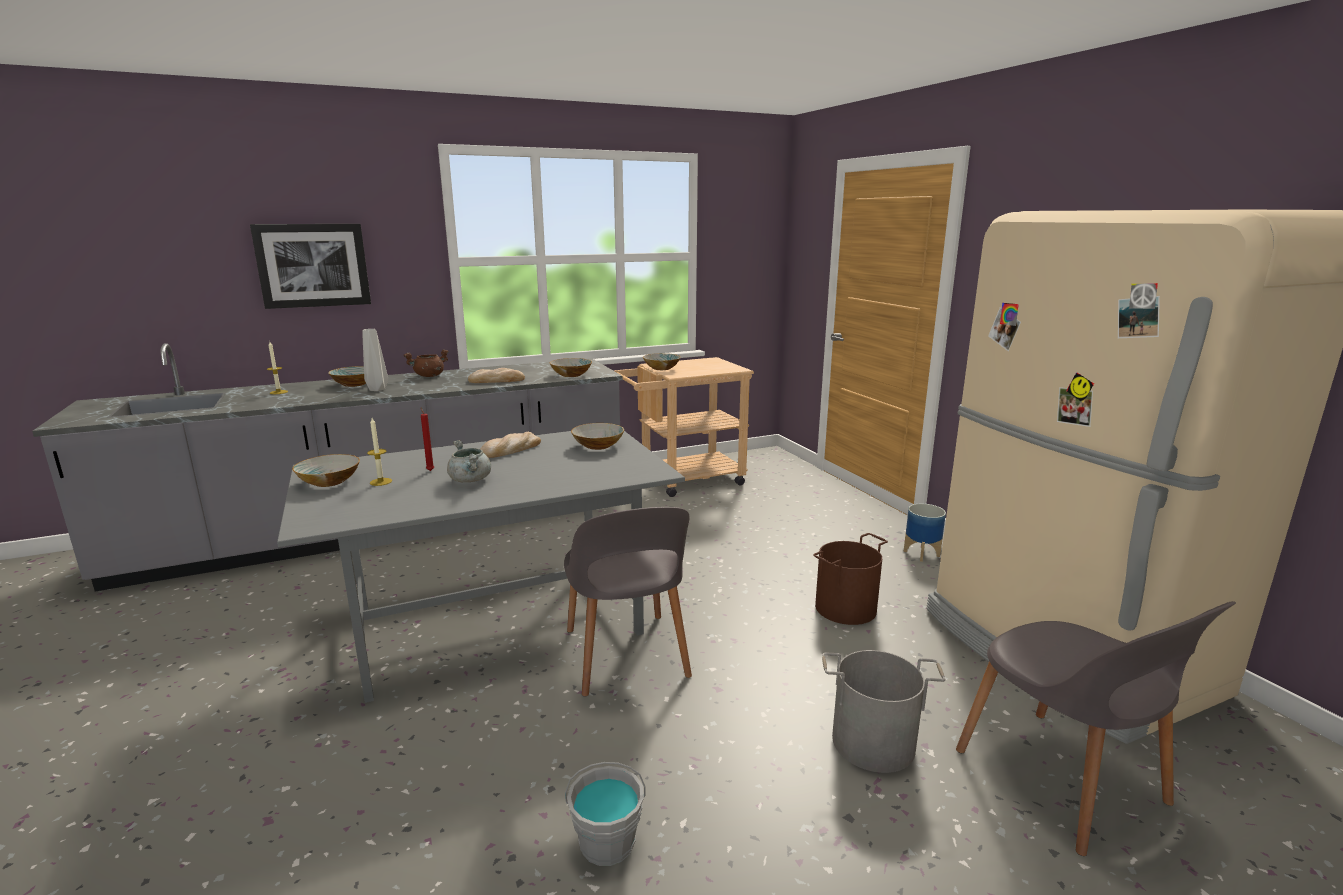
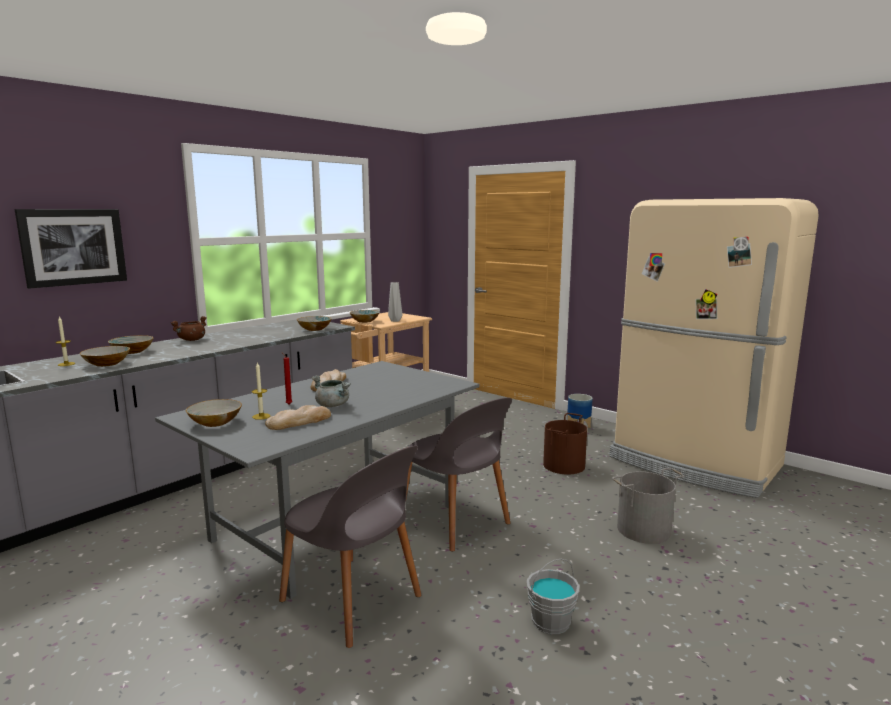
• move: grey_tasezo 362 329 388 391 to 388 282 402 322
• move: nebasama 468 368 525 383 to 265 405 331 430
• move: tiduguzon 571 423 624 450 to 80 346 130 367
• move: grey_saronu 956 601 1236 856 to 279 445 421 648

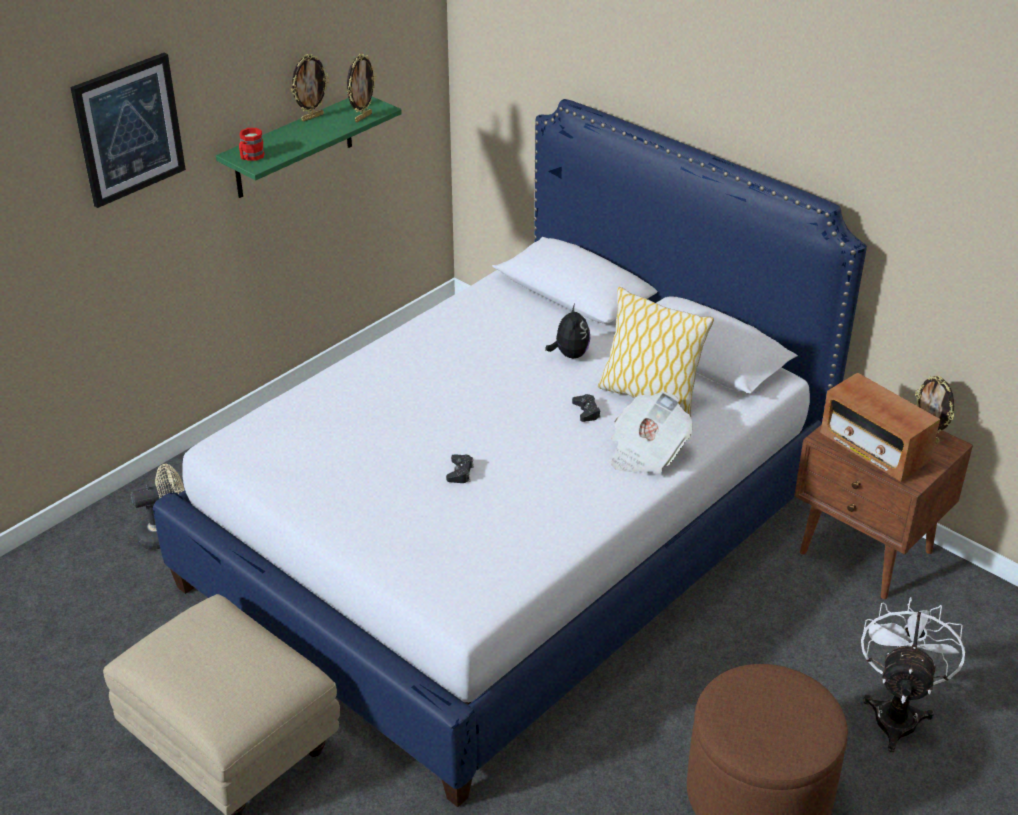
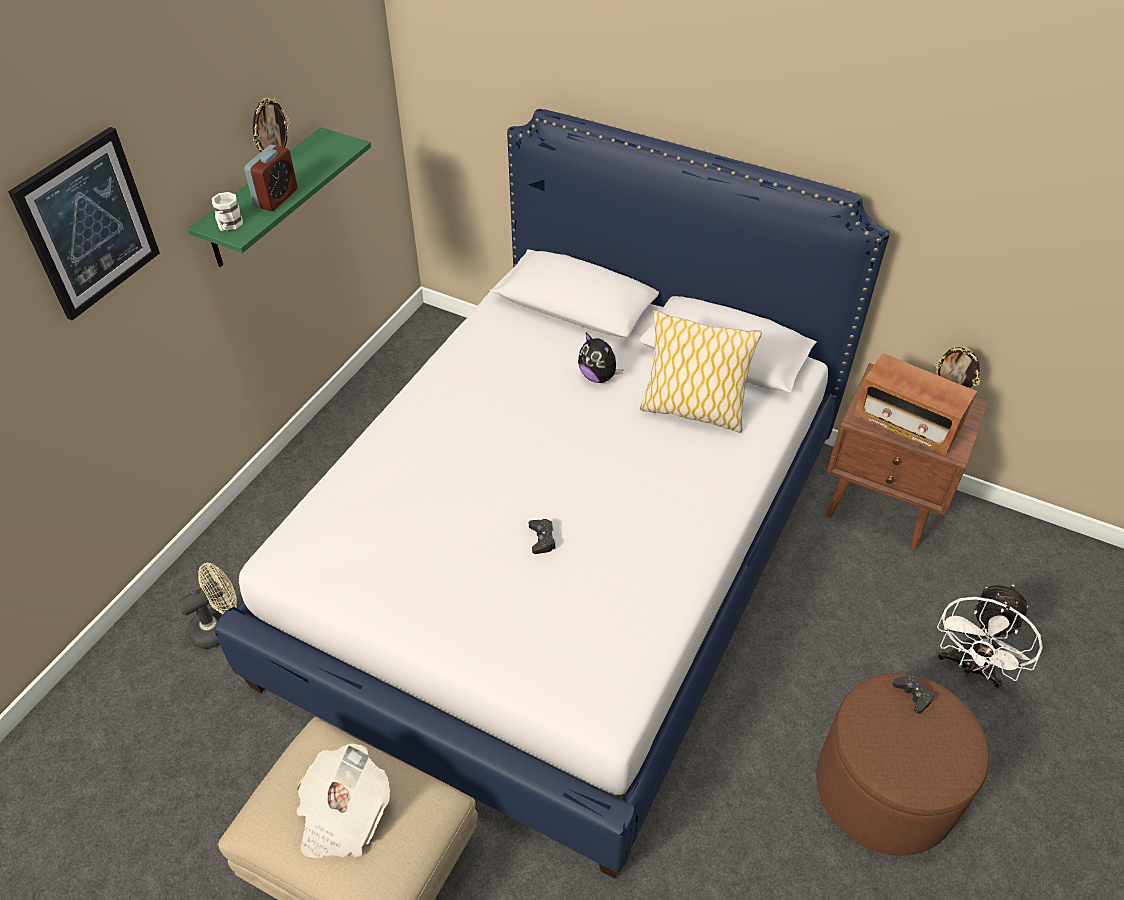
• delete: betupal 347 54 377 122
• insert: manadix 244 145 297 211
• move: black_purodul 572 394 601 422 to 892 673 934 714
• move: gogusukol 611 392 693 474 to 297 743 390 858
• recolor: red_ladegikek 239 128 265 161 to white_ladegikek 212 192 243 231
• rotate: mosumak 545 304 590 358 = 578 333 623 383 150 degrees clockwise
• rotate: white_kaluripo 861 597 965 752 = 937 584 1043 688 150 degrees counterclockwise

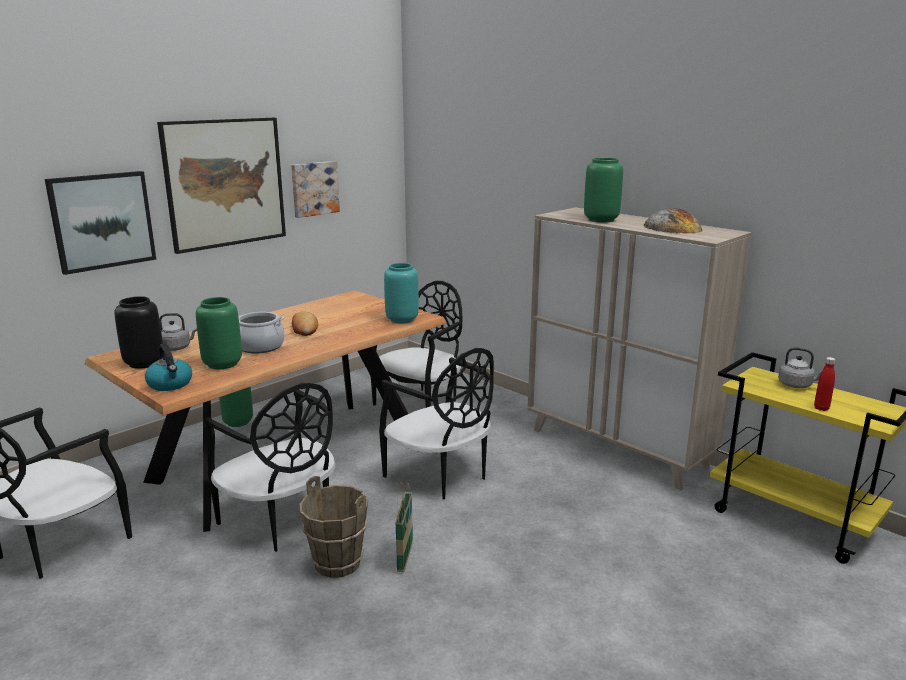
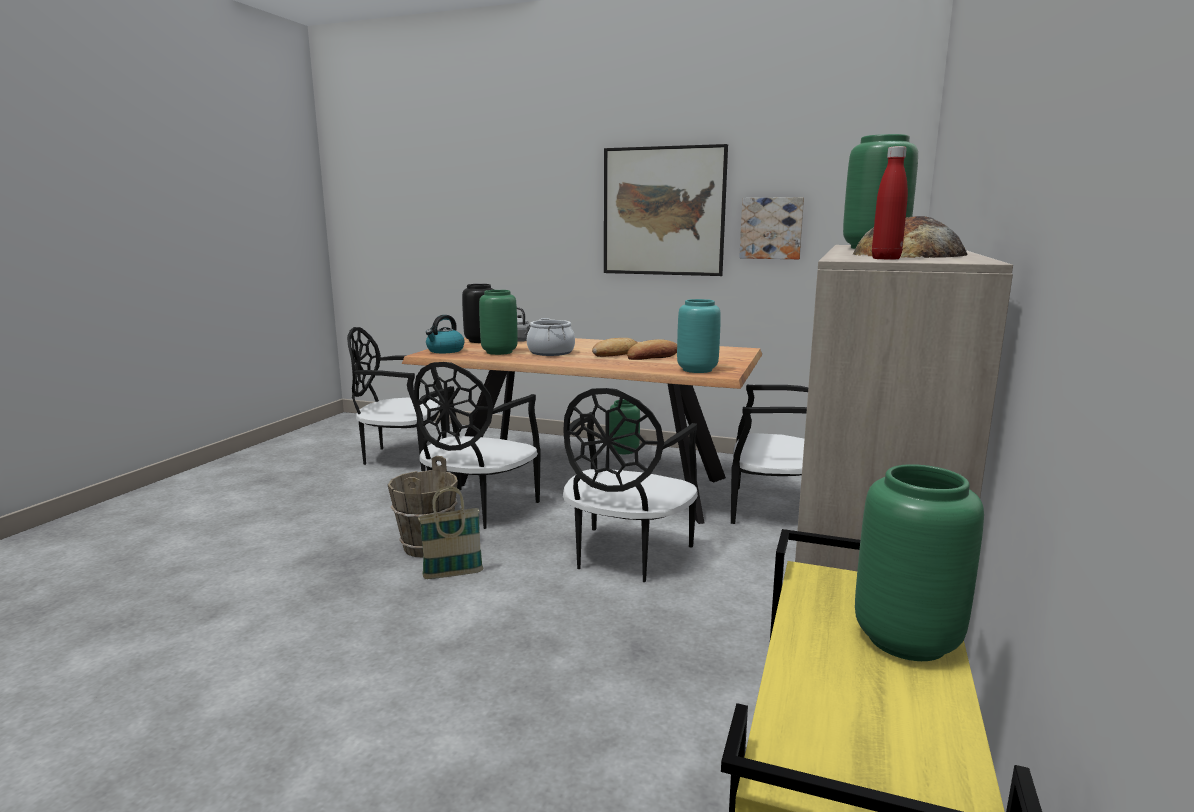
• delete: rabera 45 171 156 275
• insert: nebasama 627 339 677 360
• move: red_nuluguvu 814 357 836 411 to 872 146 908 260
• replace: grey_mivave 778 347 822 388 to green_tasezo 855 464 984 661

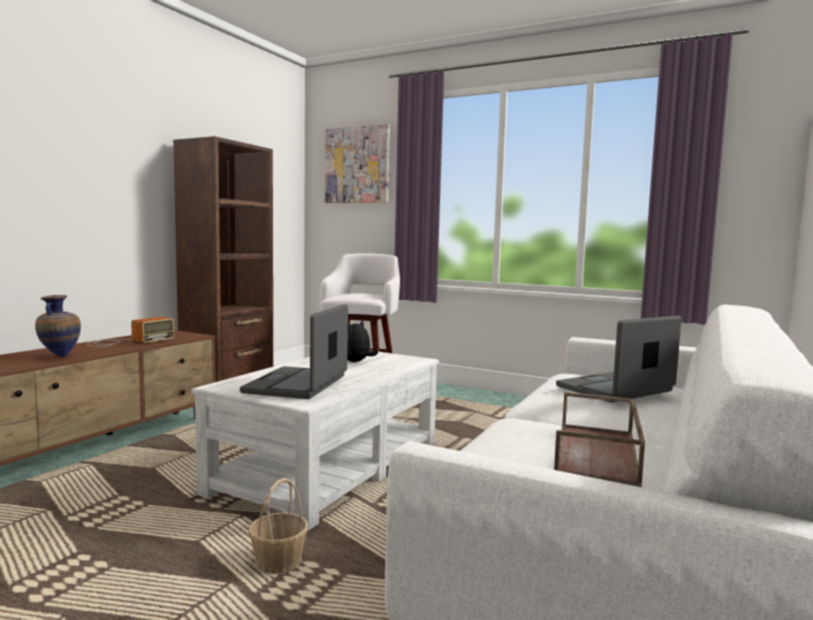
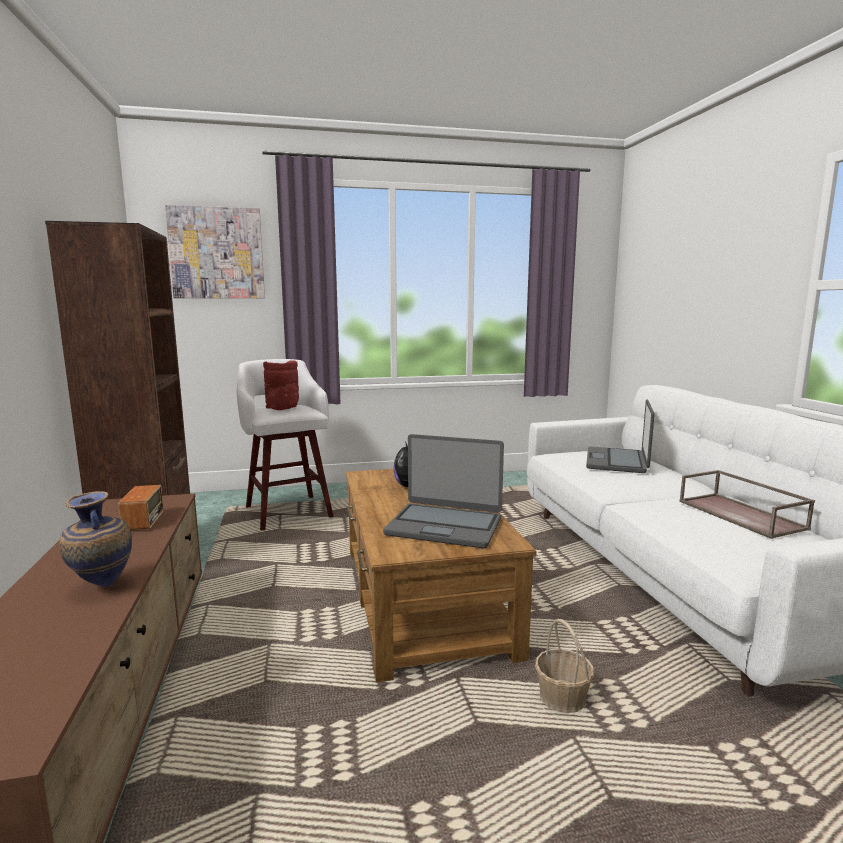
• insert: red_tasezo 263 361 299 410
• recolor: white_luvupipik 191 350 439 531 to brown_luvupipik 346 469 537 682
• rotate: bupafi 240 304 348 399 = 383 434 504 548 45 degrees counterclockwise

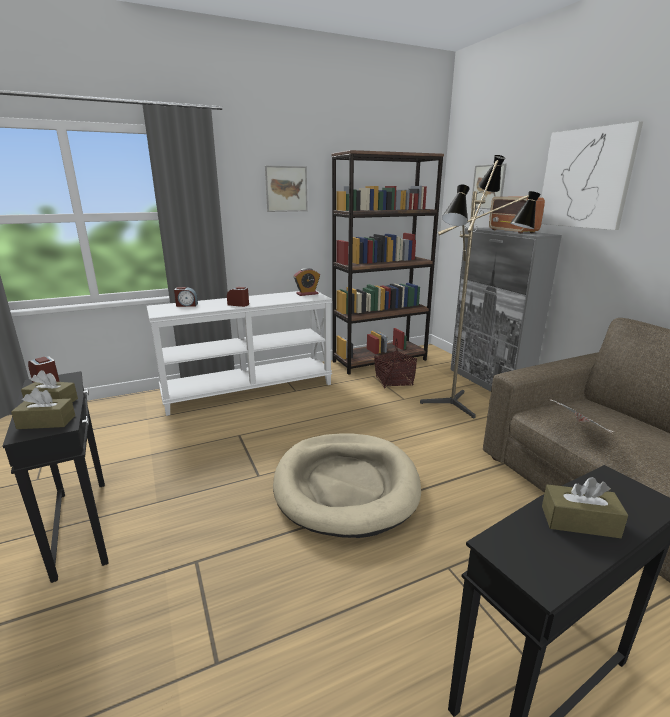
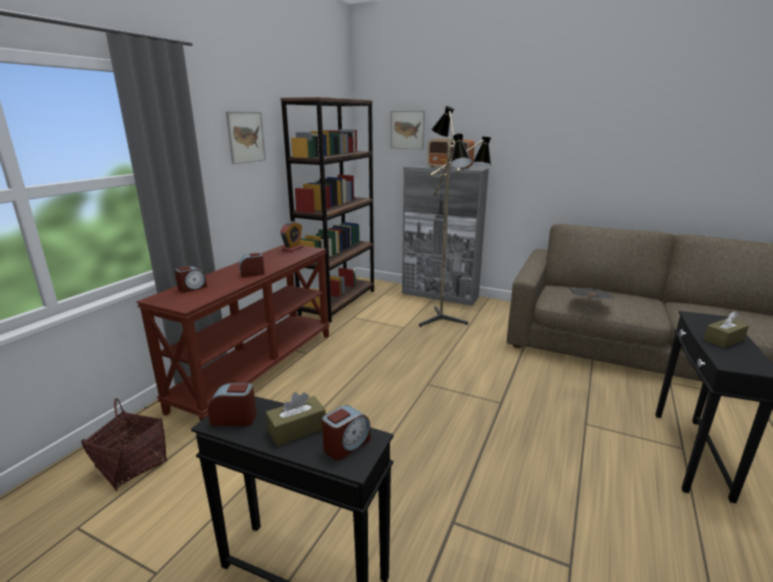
• delete: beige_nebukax 273 434 421 538
• delete: rabera 541 121 643 230
• move: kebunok 374 338 417 389 to 81 398 167 491
• replace: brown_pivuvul 11 388 75 429 to manadix 322 405 370 460
• recolor: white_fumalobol 147 290 332 416 to brown_fumalobol 136 245 330 421

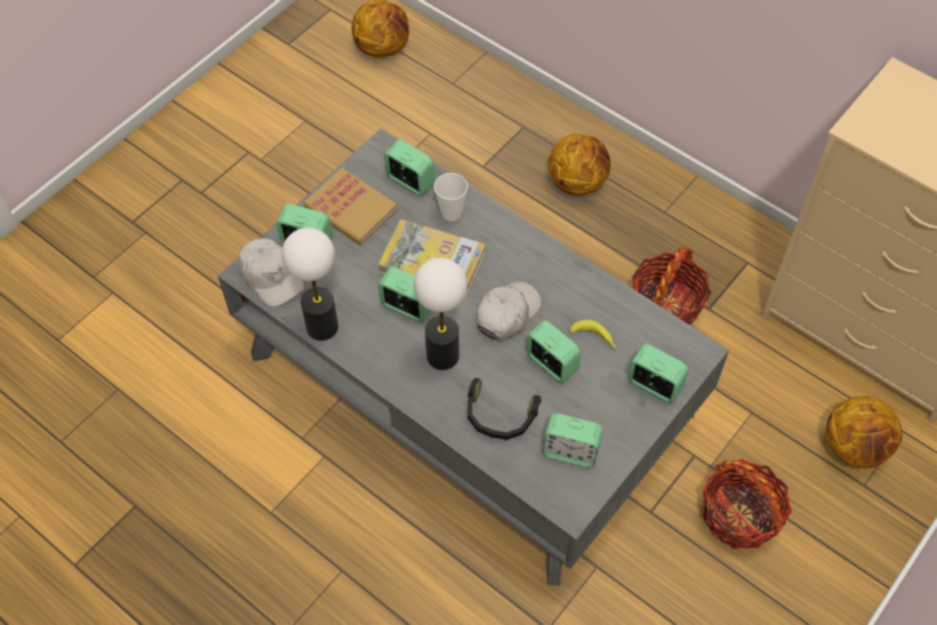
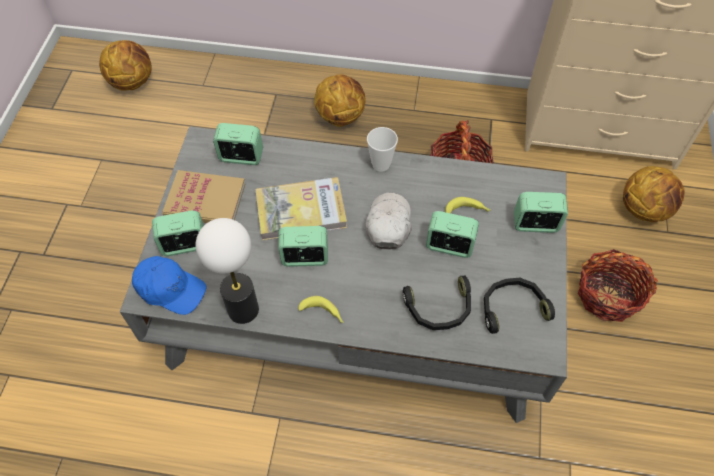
• delete: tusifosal 414 258 467 370
• insert: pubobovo 298 296 344 323
• move: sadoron 434 173 468 221 to 367 127 398 172
• replace: manadix 542 413 603 467 to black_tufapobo 484 278 555 334
• recolor: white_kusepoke 239 238 304 307 to blue_kusepoke 132 256 207 315

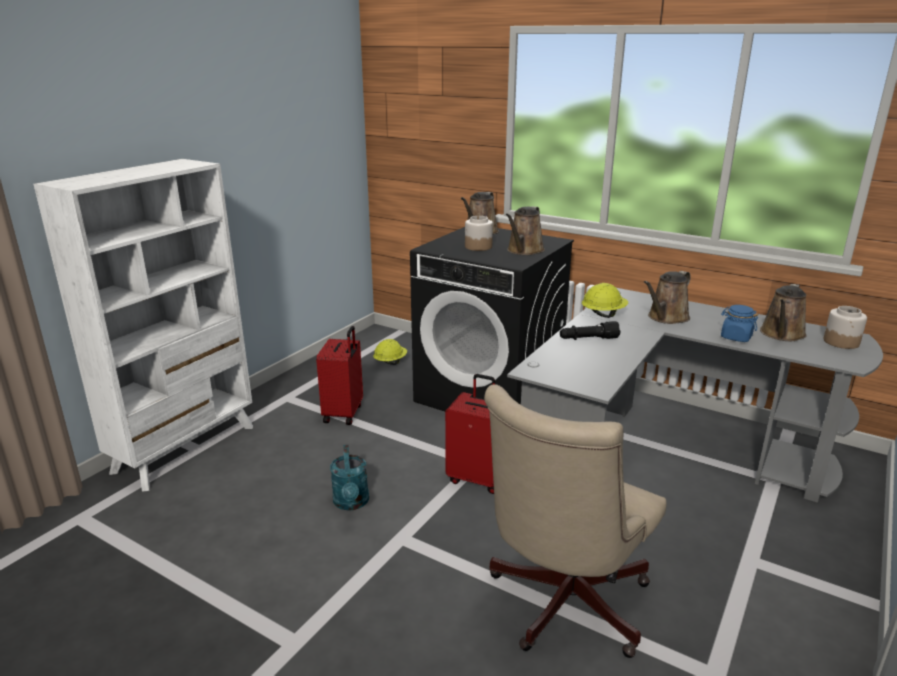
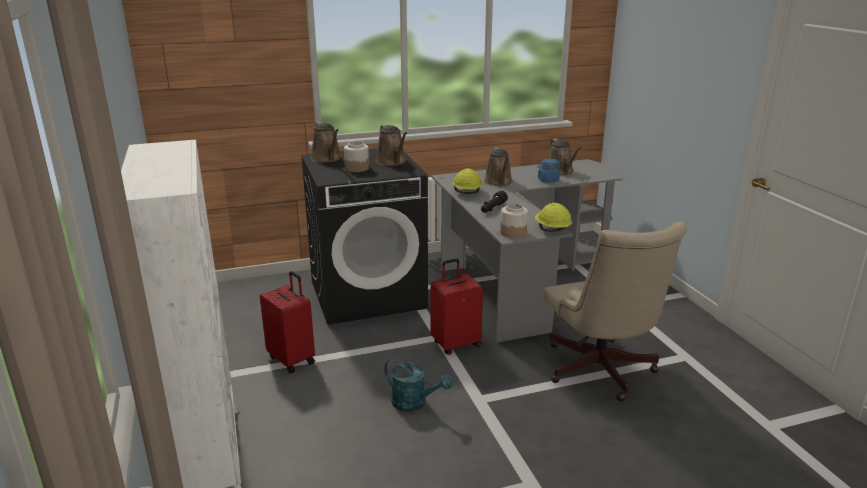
• move: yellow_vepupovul 373 339 407 365 to 535 203 572 232
• move: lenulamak 824 306 867 349 to 500 203 528 238

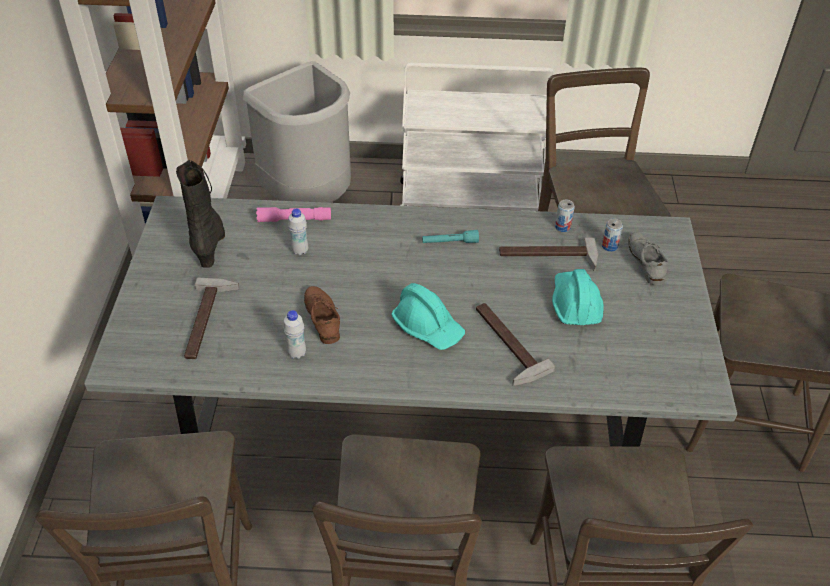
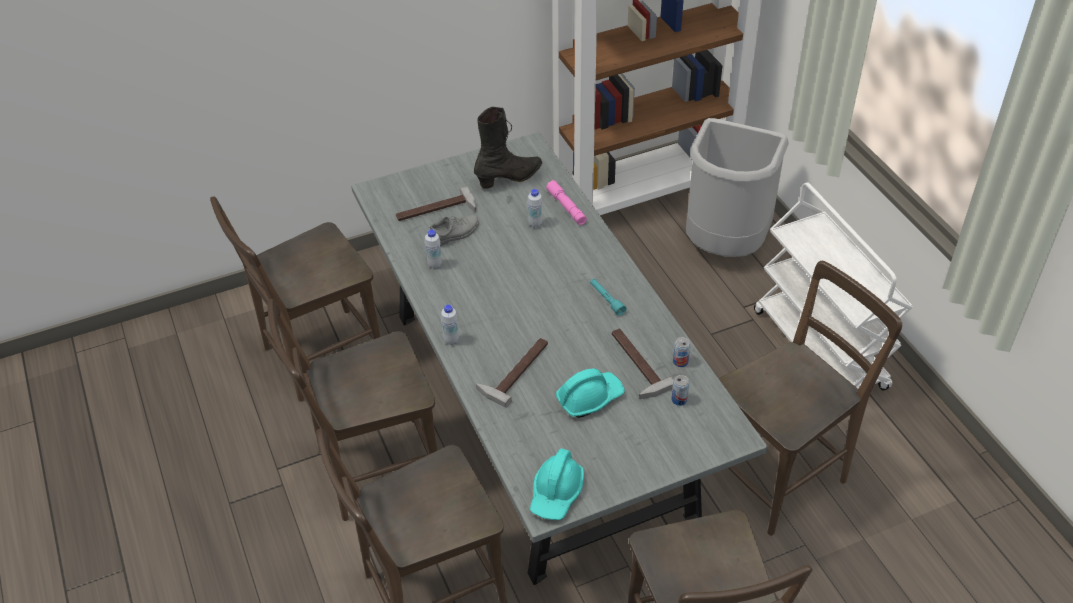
• delete: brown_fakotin 304 286 340 344
• insert: white_nuluguvu 441 304 459 345
• move: turquoise_vepupovul 391 283 465 350 to 530 448 584 520
• move: grey_fakotin 628 232 668 285 to 430 215 479 246

